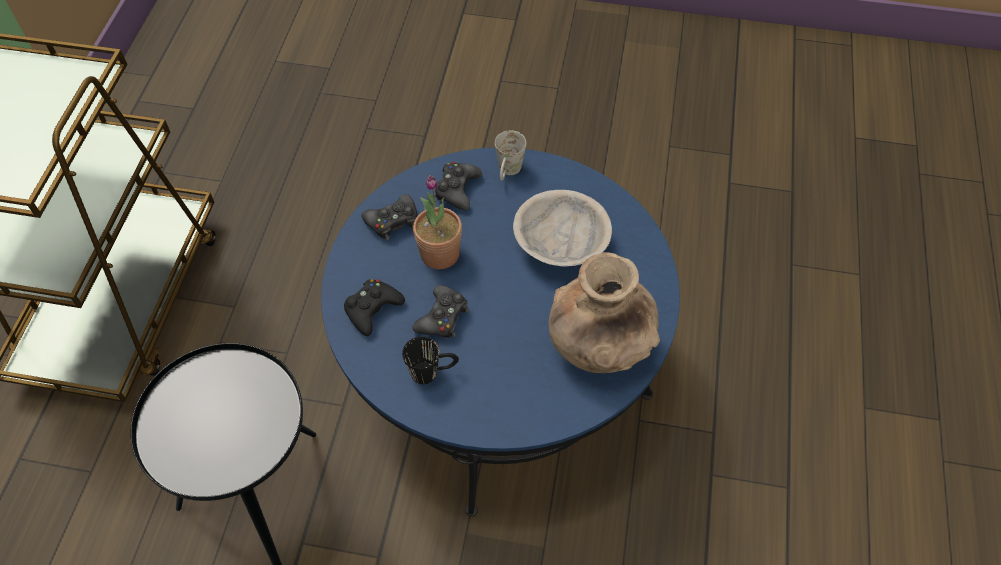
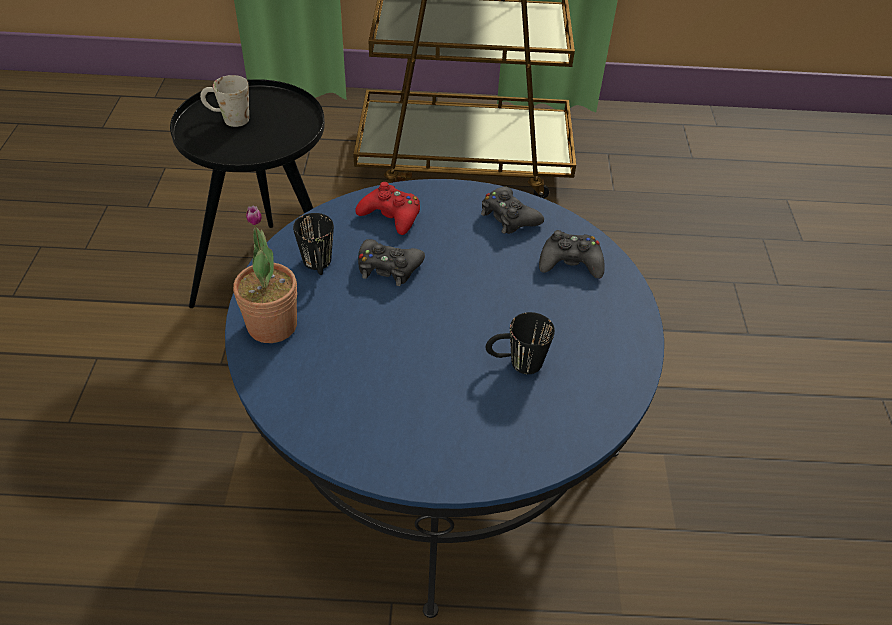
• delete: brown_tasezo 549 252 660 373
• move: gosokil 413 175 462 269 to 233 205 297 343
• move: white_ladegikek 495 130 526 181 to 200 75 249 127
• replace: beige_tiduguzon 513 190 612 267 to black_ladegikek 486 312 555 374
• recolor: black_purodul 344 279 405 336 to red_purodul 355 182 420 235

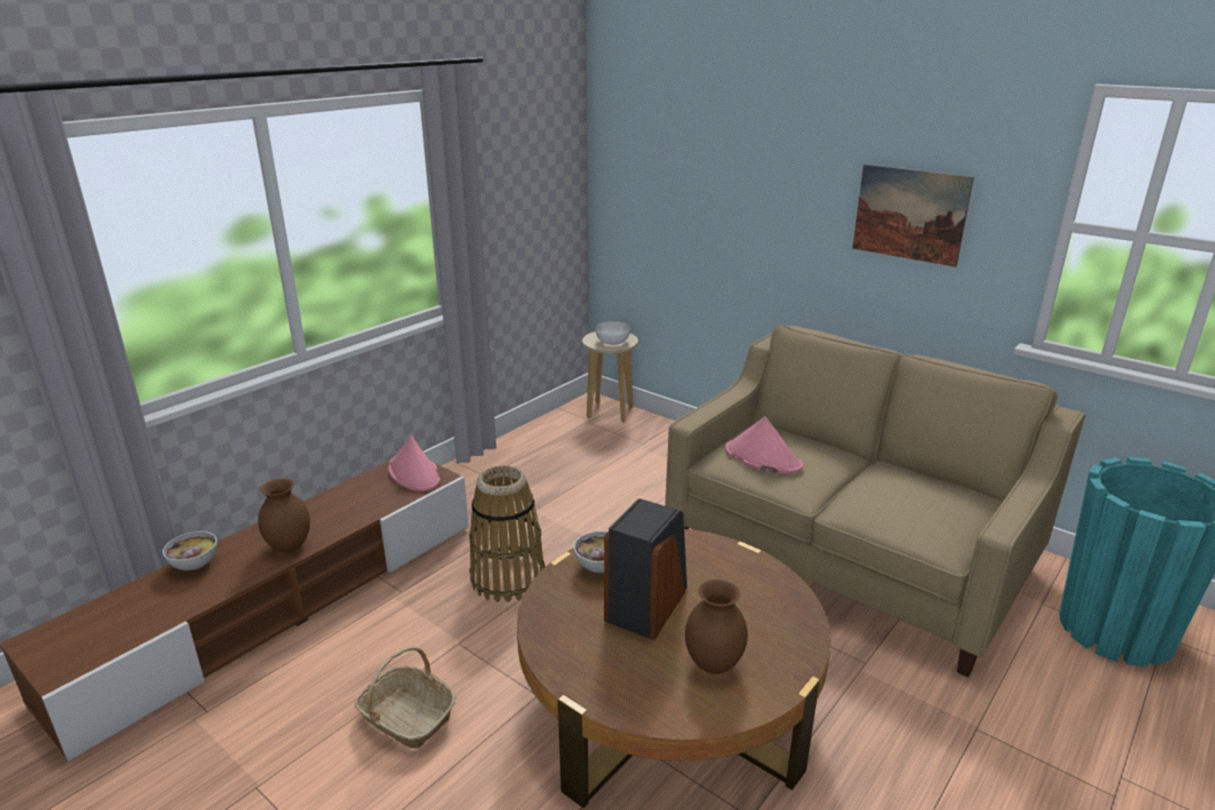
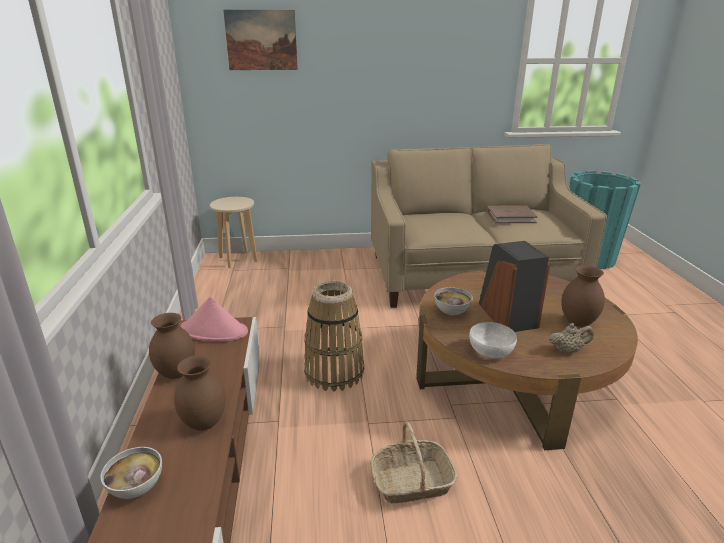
• delete: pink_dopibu 725 416 803 474
• insert: brown_tasezo 149 313 195 379
• insert: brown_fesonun 487 205 538 223
• insert: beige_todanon 549 323 594 353
• move: white_tiduguzon 596 321 630 345 to 469 322 517 359
• move: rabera 852 164 974 267 to 223 10 298 70

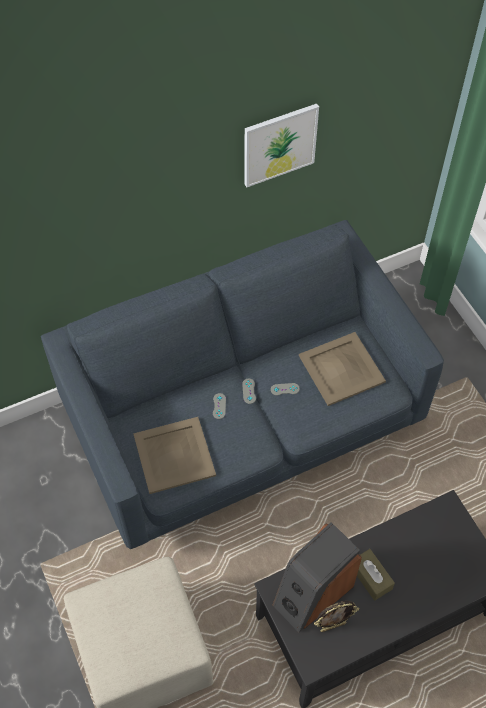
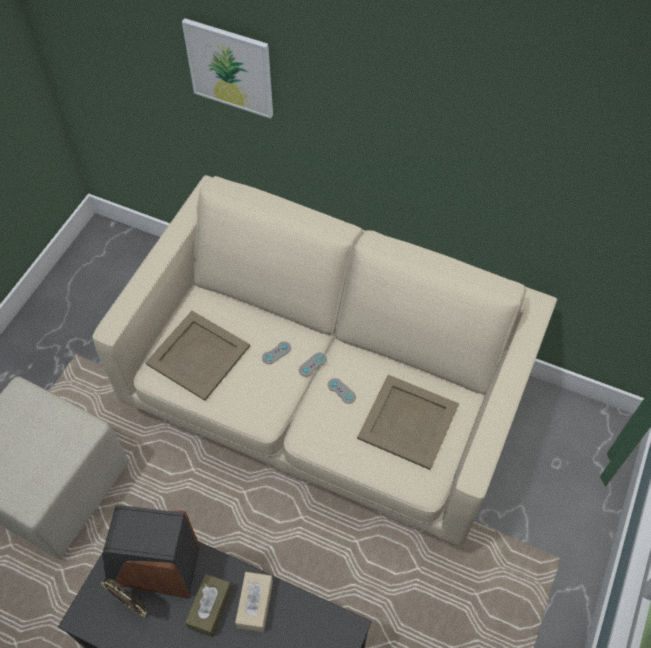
• insert: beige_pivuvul 235 572 273 632
• move: rabera 245 104 319 187 to 182 18 273 119
• recolor: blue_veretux 41 220 444 549 to beige_veretux 92 175 557 546

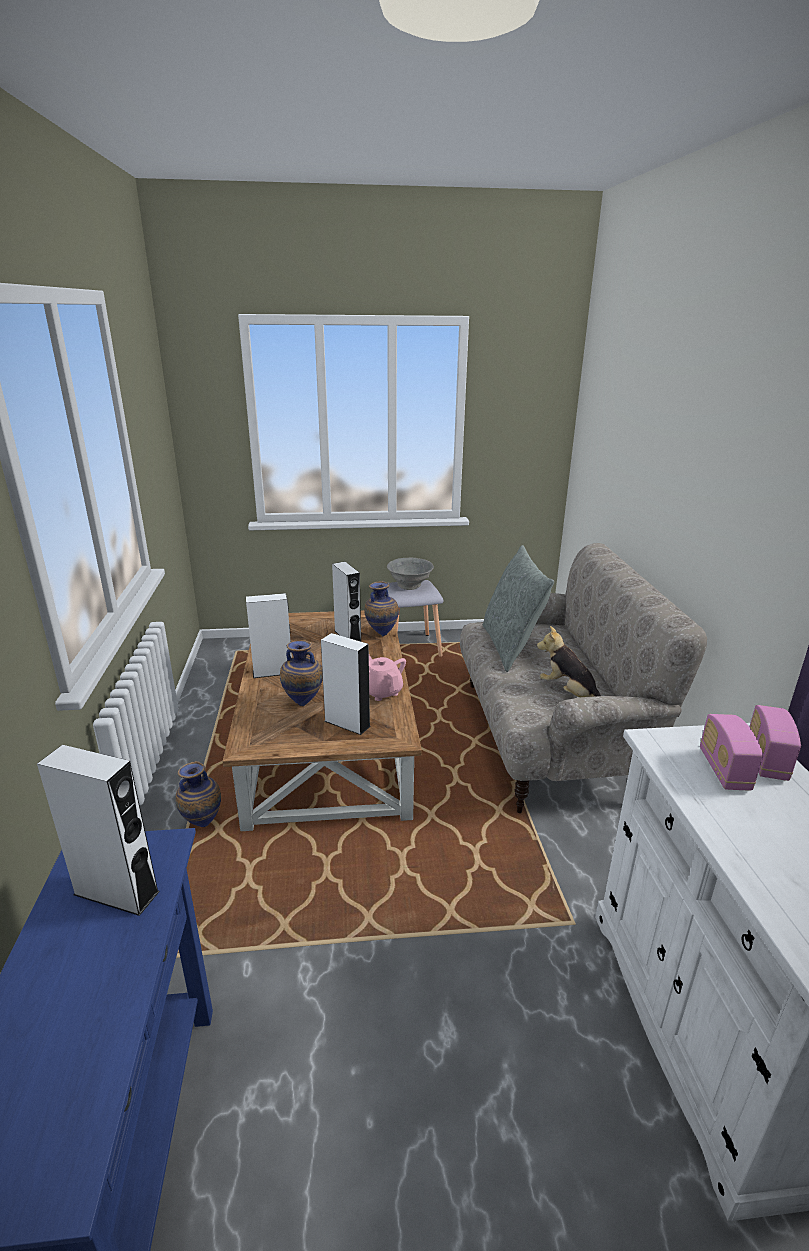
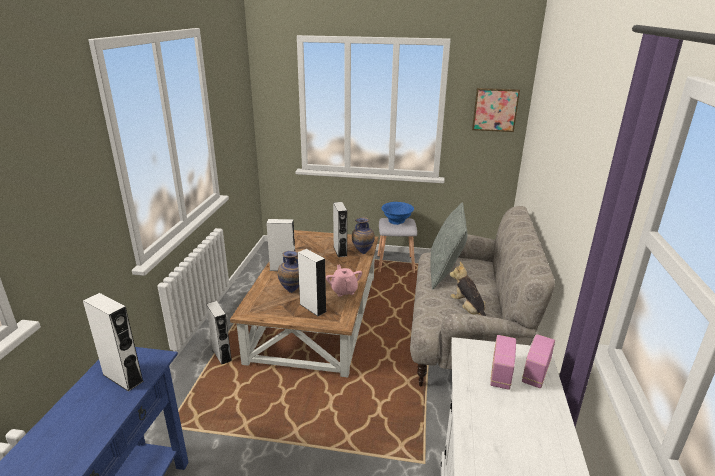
• insert: rabera 472 88 520 132
• replace: tasezo 176 761 221 827 to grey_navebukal 206 301 232 364
• recolor: grey_tiduguzon 387 558 434 590 to blue_tiduguzon 382 202 414 225

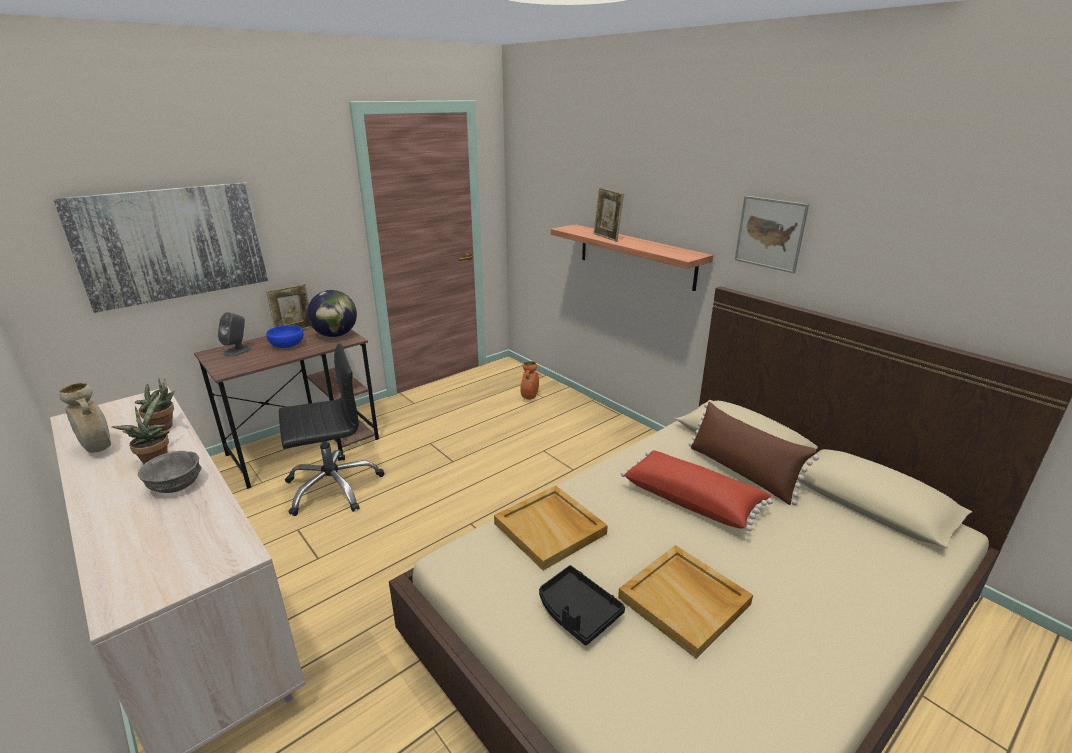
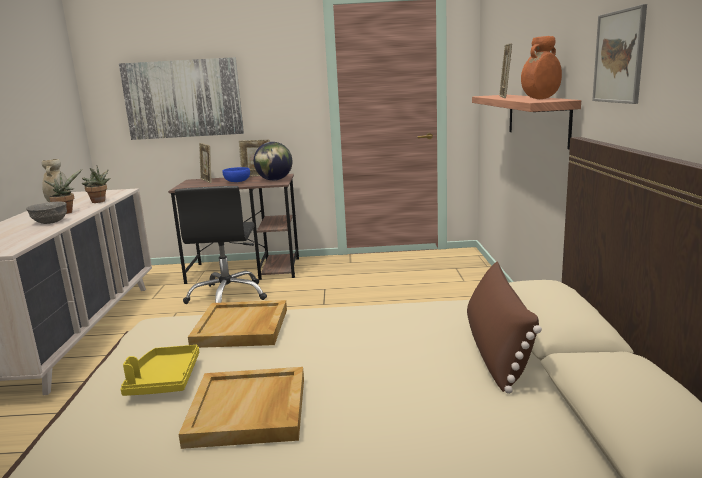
• delete: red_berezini 621 450 773 531
• move: orange_tasezo 520 361 539 400 to 521 36 562 99
• replace: grey_navebukal 218 312 251 357 to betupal 199 143 212 183
• recolor: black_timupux 539 565 625 646 to yellow_timupux 120 345 199 396
• rotate: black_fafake 279 344 384 516 = 175 186 267 304 75 degrees clockwise

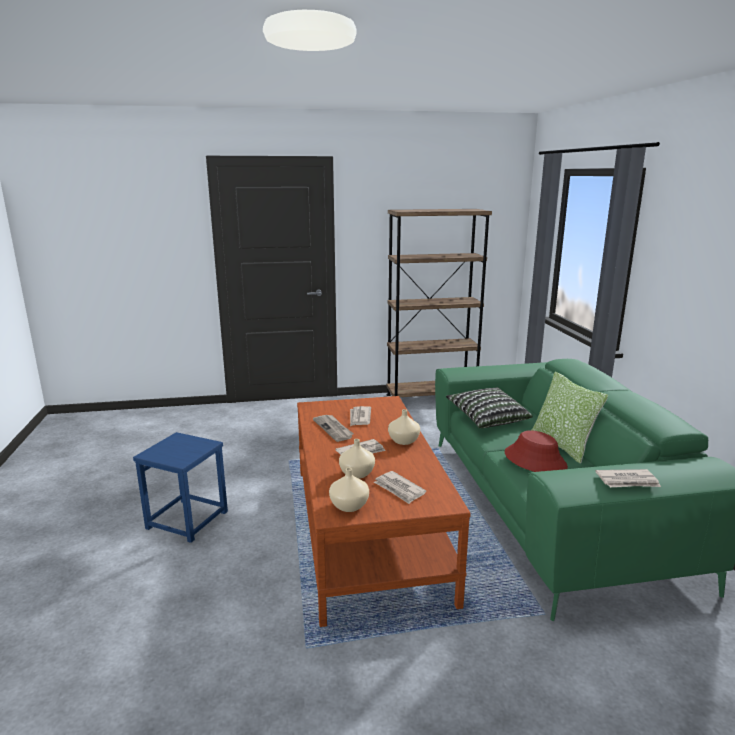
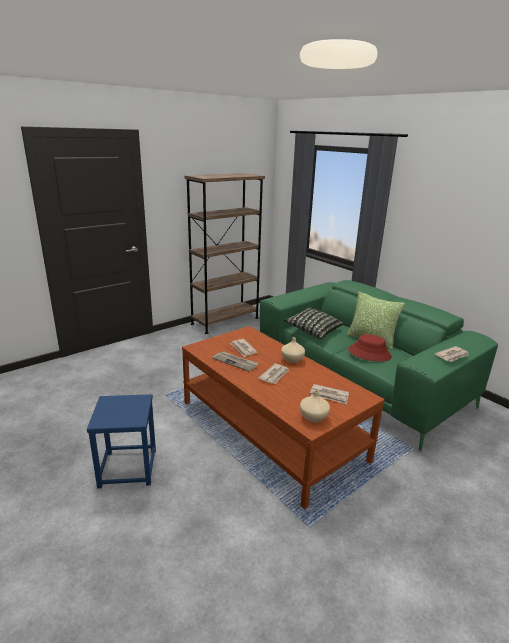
• delete: beige_tasezo 339 439 375 479

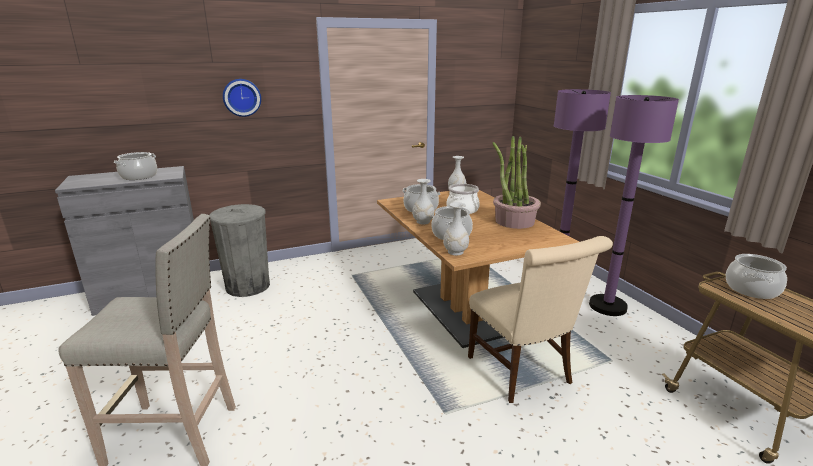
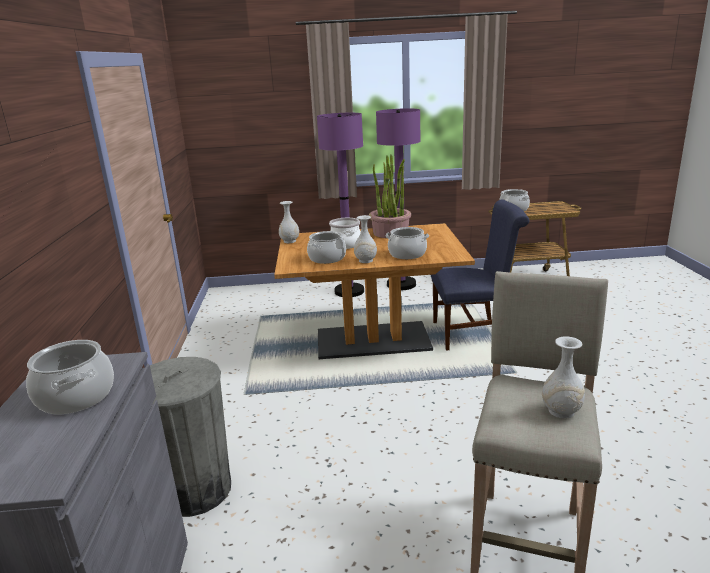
• delete: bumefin 223 79 261 117
• move: white_tasezo 443 202 469 255 to 542 336 585 419
• recolor: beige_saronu 468 236 613 403 to blue_saronu 431 199 530 351

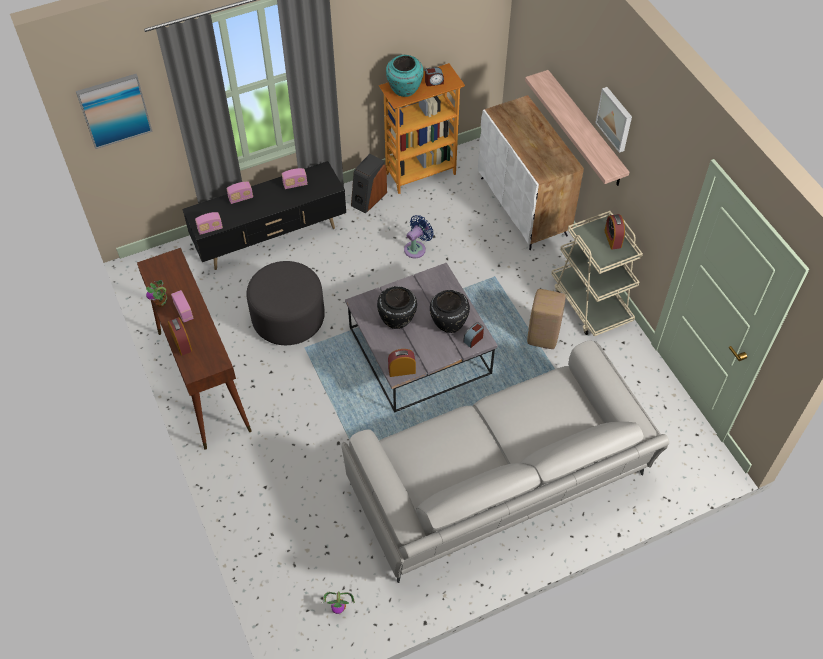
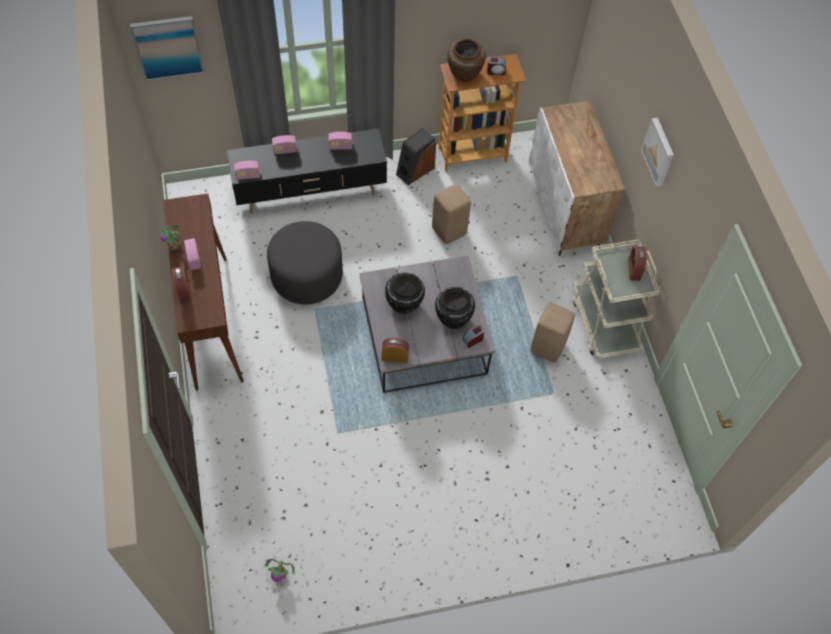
• delete: grey_veretux 342 340 669 583
• delete: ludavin 525 70 629 186
• replace: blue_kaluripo 404 215 434 258 to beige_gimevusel 432 184 471 244
• recolor: turquoise_tasezo 386 55 424 97 to brown_tasezo 447 39 486 82

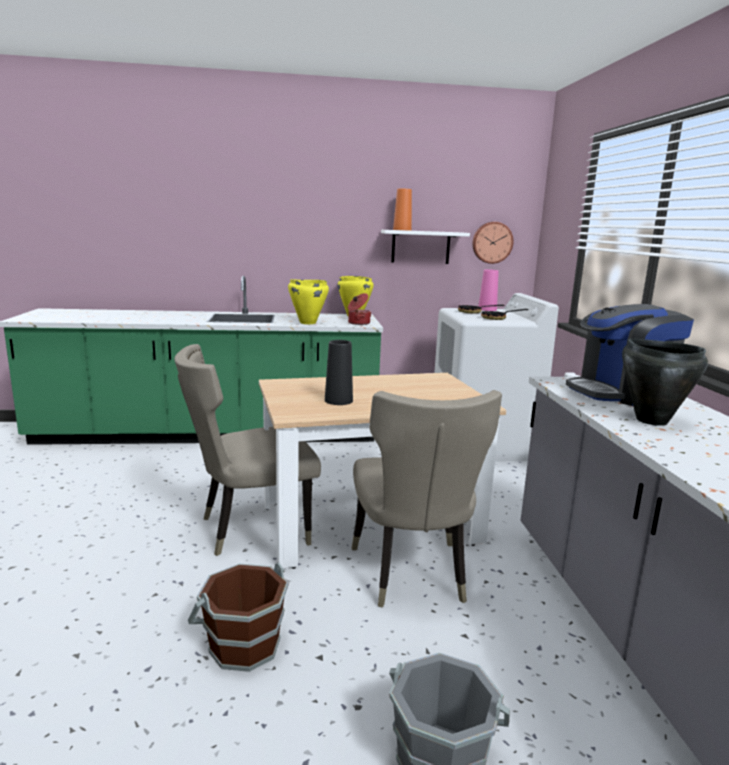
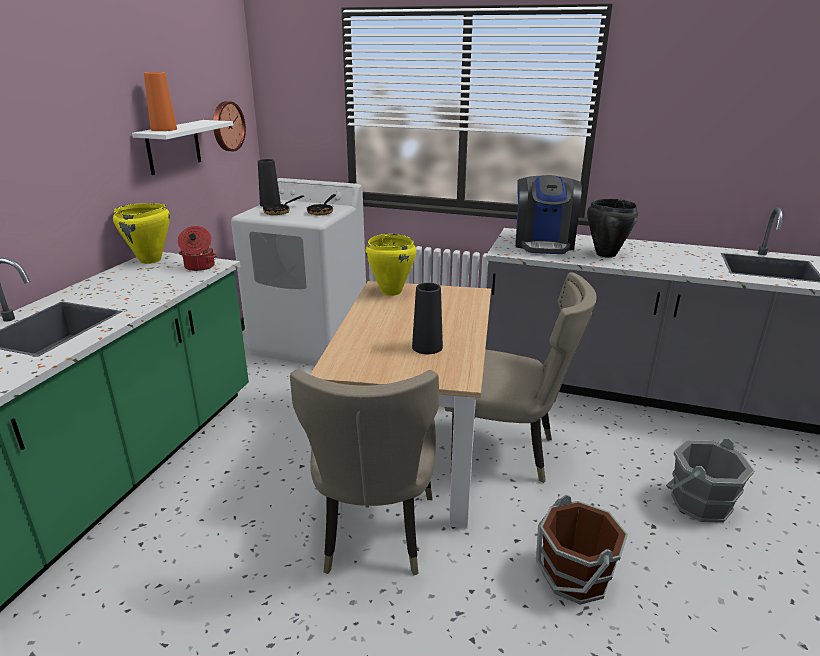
• move: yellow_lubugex 288 279 329 324 to 366 234 416 296
• recolor: pink_tasezo 478 269 499 311 to black_tasezo 258 159 281 207

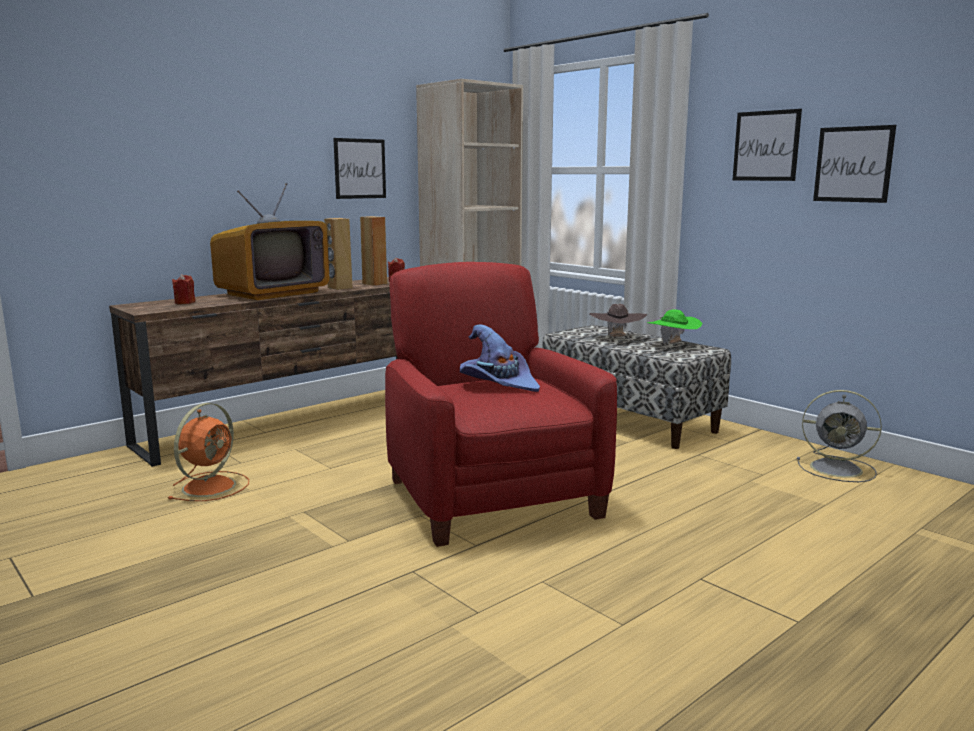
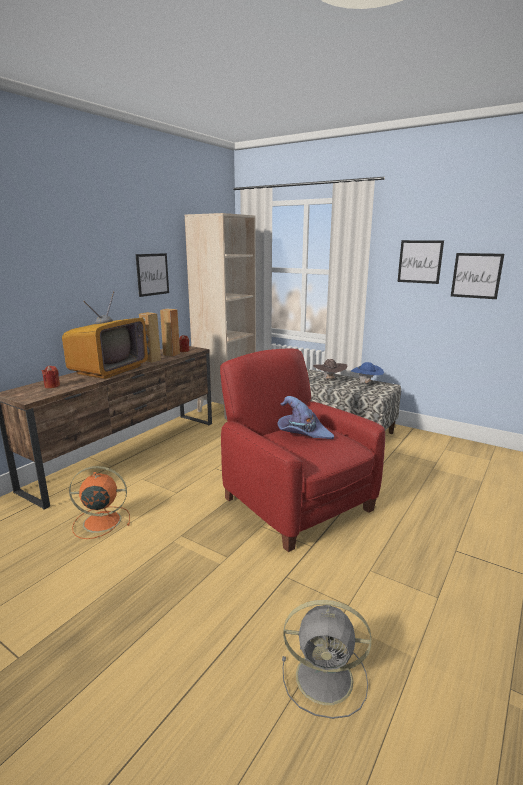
• move: grey_kaluripo 797 390 882 482 to 282 600 372 719
• recolor: green_dopibu 646 309 703 344 to blue_dopibu 351 362 384 383
• rotate: orange_kaluripo 167 403 249 501 = 69 466 130 539 105 degrees counterclockwise

